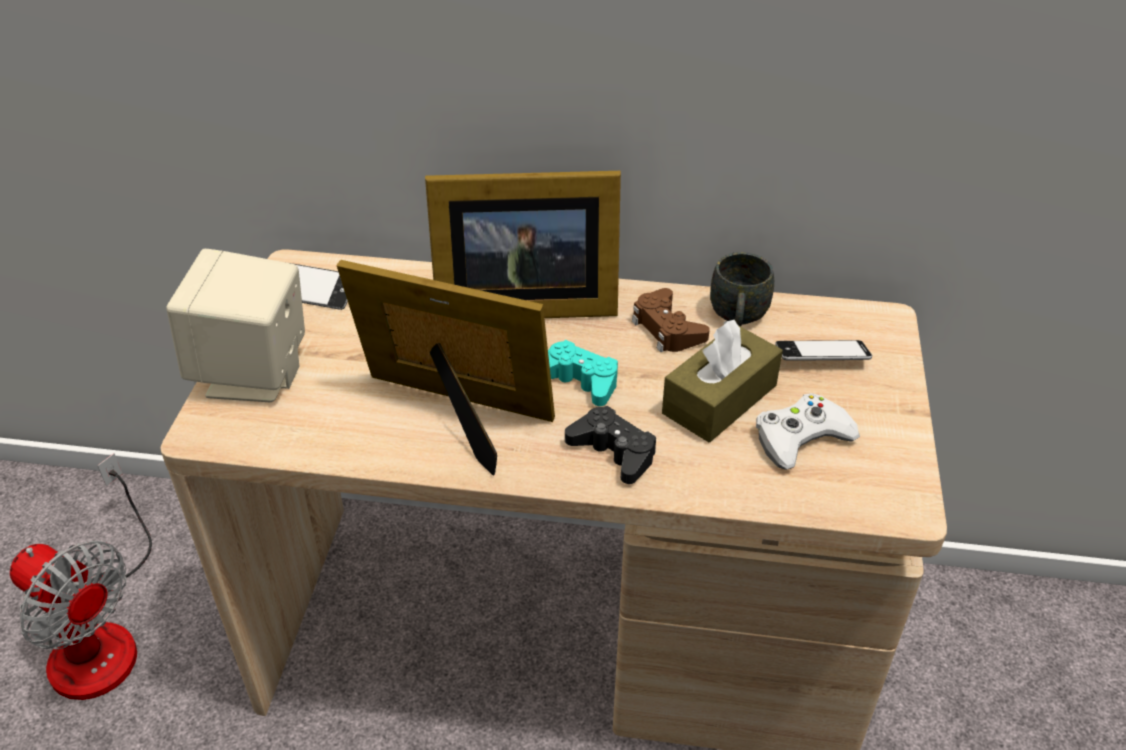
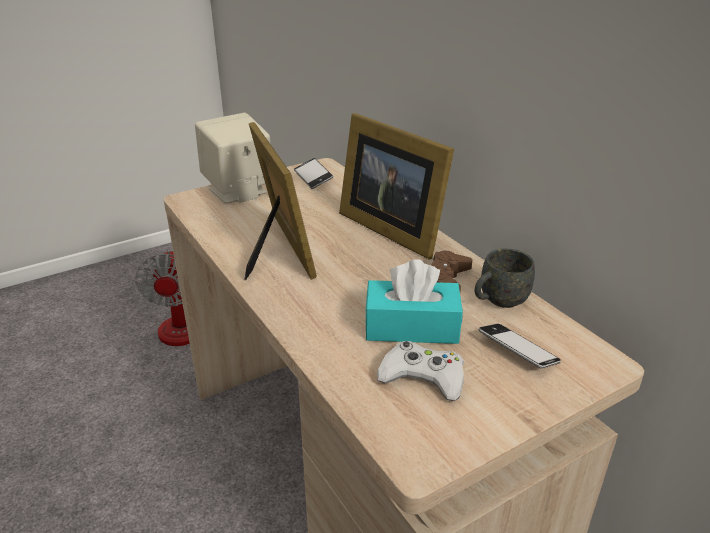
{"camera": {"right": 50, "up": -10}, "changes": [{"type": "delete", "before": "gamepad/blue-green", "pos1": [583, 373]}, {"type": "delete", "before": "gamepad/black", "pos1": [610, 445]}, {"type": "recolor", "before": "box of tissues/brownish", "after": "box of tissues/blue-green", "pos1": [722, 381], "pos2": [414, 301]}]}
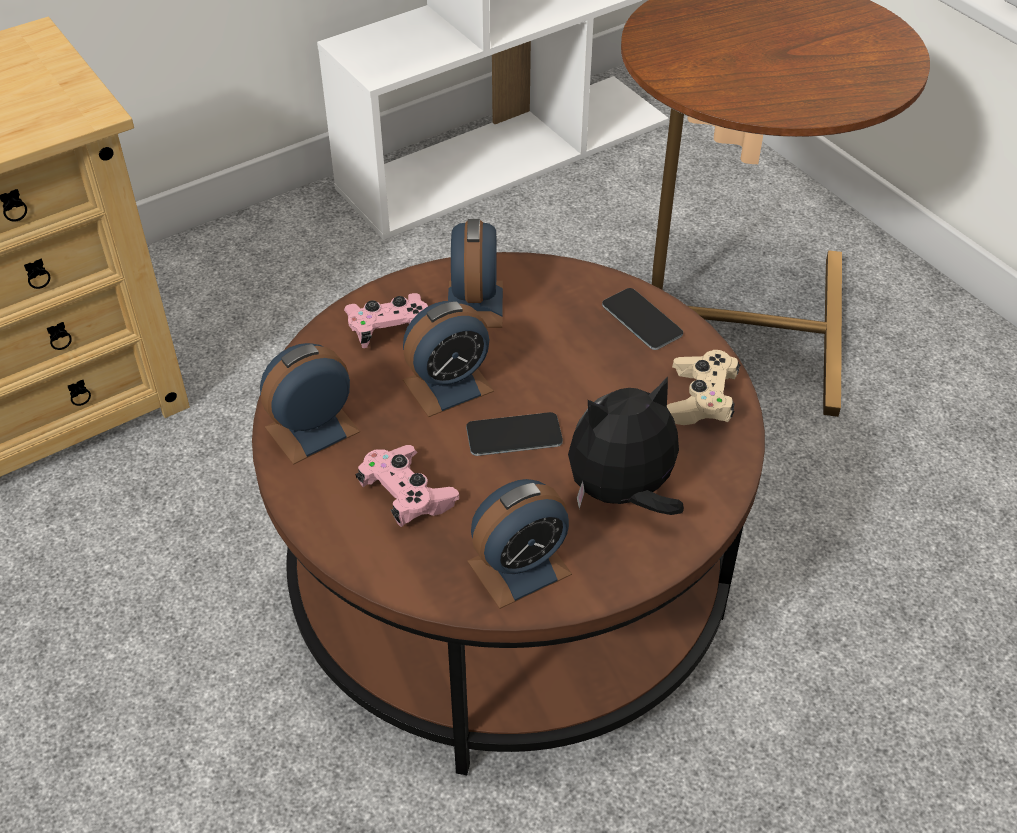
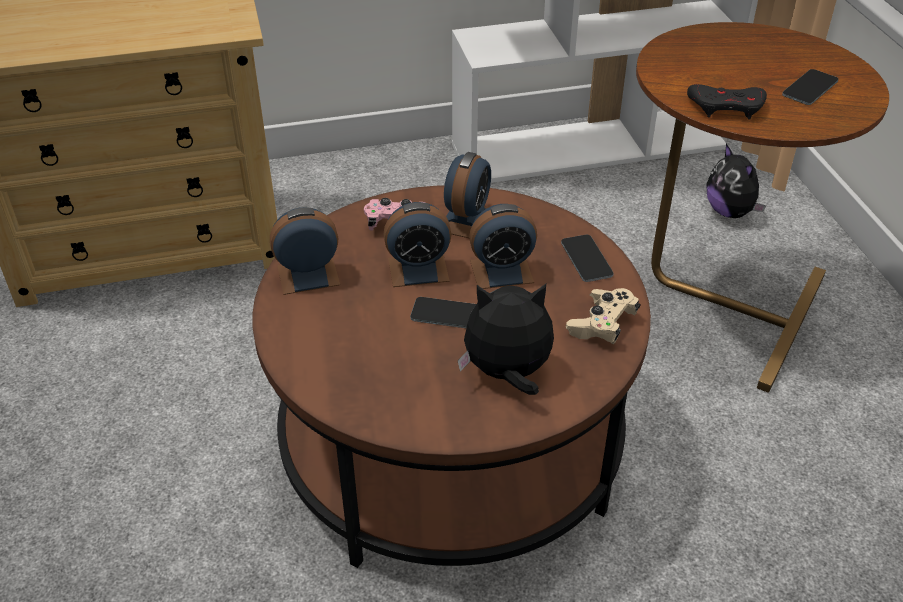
{"camera": {"right": 20, "up": -5}, "changes": [{"type": "delete", "before": "gamepad/pinkish", "pos1": [407, 486]}, {"type": "move", "before": "alarm clock", "pos1": [519, 544], "pos2": [503, 246]}, {"type": "insert", "after": "gamepad/black", "pos2": [727, 102]}, {"type": "insert", "after": "cuddly toy", "pos2": [736, 181]}, {"type": "insert", "after": "phone", "pos2": [810, 87]}]}
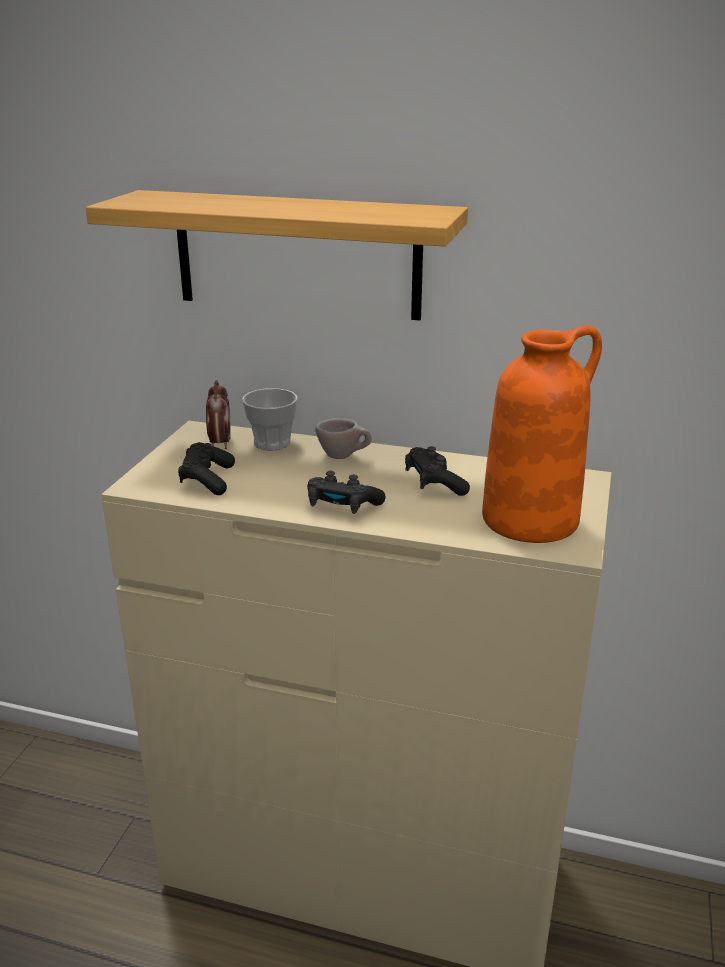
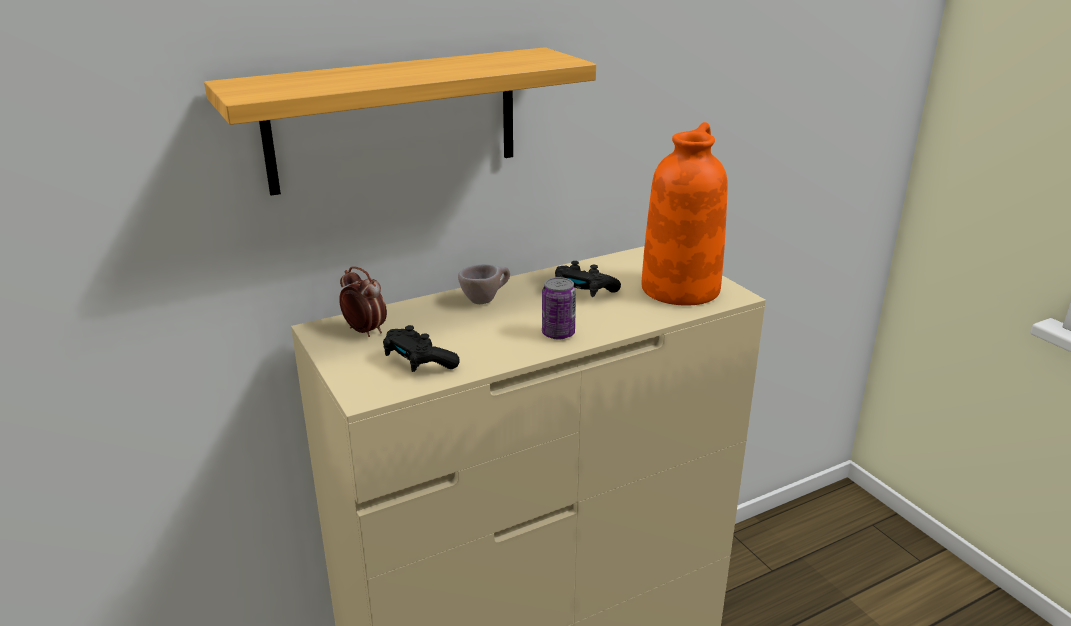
{"camera": {"right": -45, "up": 0}, "changes": [{"type": "delete", "before": "drinking cup", "pos1": [269, 419]}, {"type": "replace", "before": "gamepad/black", "after": "can", "pos1": [346, 492], "pos2": [559, 308]}]}
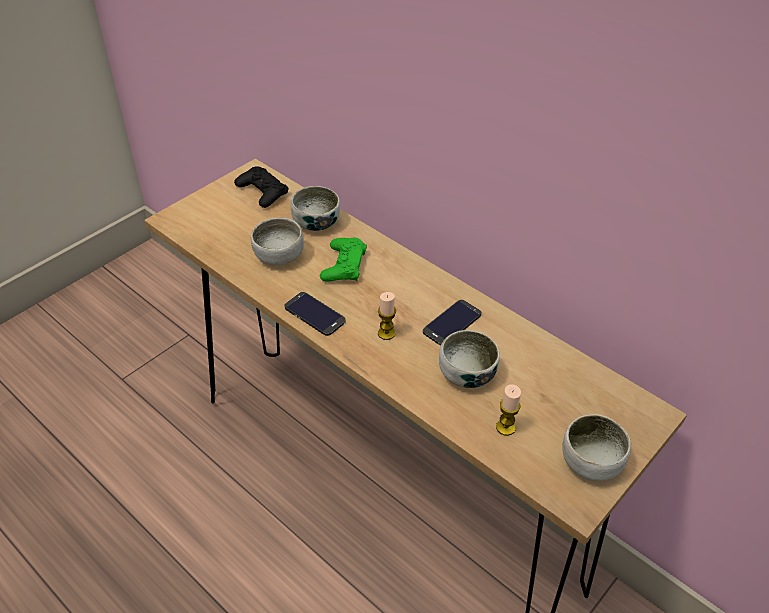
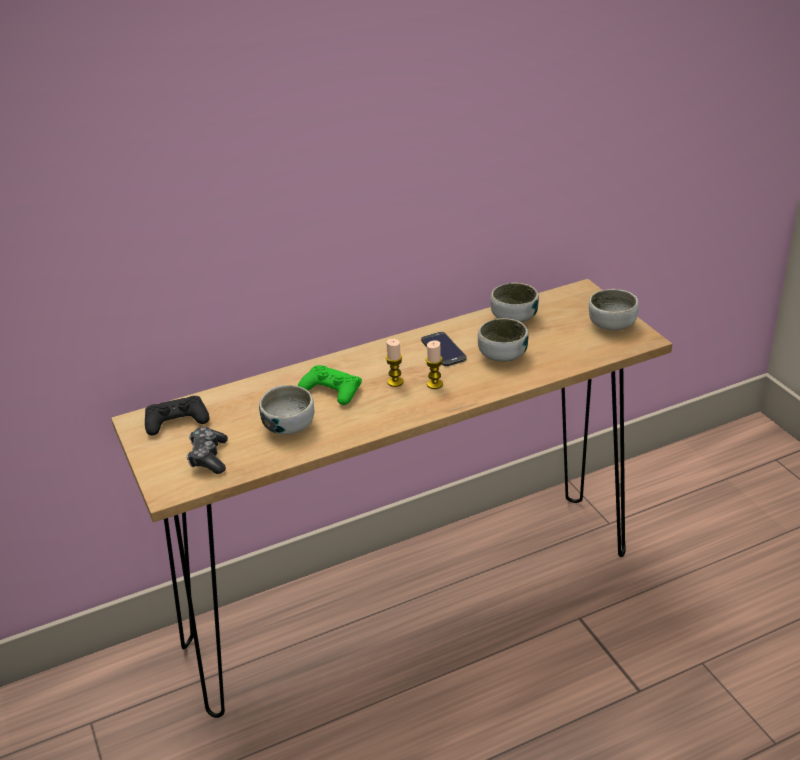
{"camera": {"right": -65, "up": -10}, "changes": [{"type": "delete", "before": "phone", "pos1": [315, 314]}, {"type": "move", "before": "serving bowl", "pos1": [315, 208], "pos2": [514, 302]}, {"type": "move", "before": "wax light", "pos1": [508, 410], "pos2": [395, 363]}, {"type": "insert", "after": "gamepad", "pos2": [207, 450]}]}
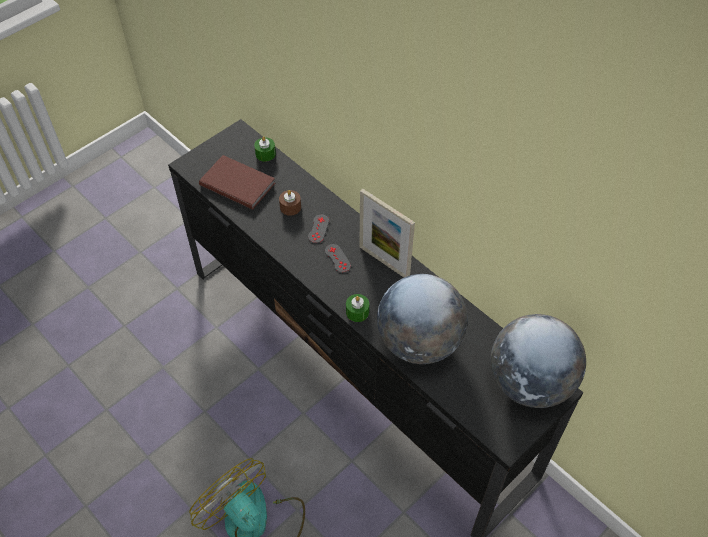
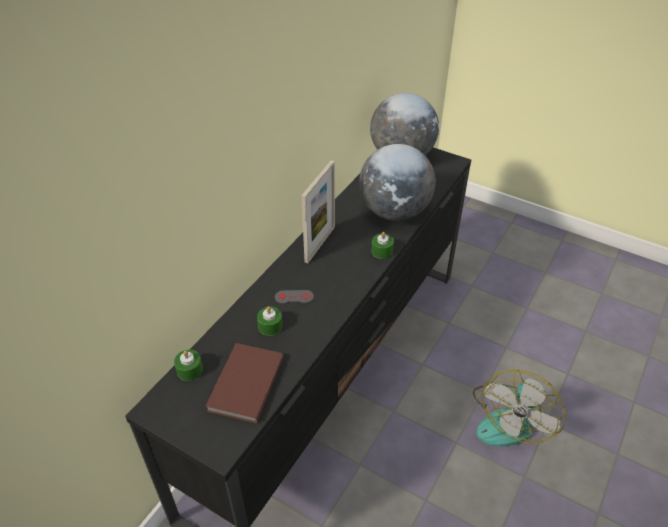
{"camera": {"right": -105, "up": -10}, "changes": [{"type": "recolor", "before": "wax light/brownish", "after": "wax light/green", "pos1": [290, 203], "pos2": [270, 321]}, {"type": "delete", "before": "gamepad/gray", "pos1": [338, 258]}]}
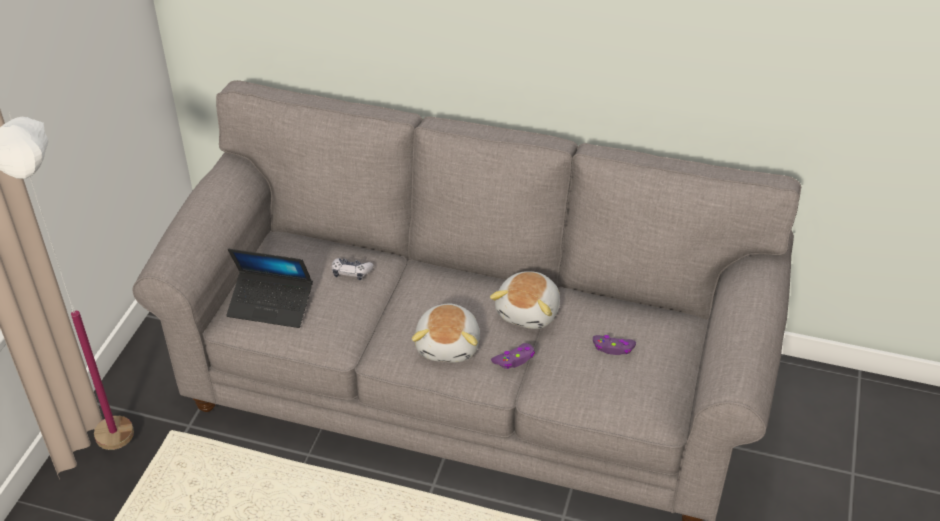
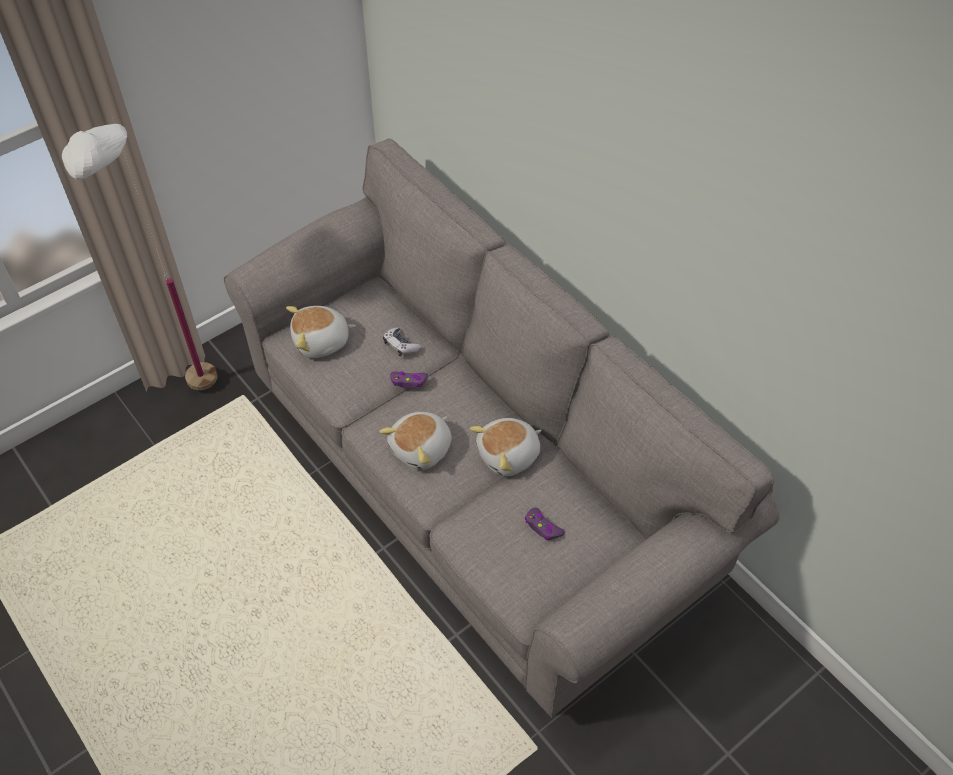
{"camera": {"right": 35, "up": 10}, "changes": [{"type": "replace", "before": "notebook computer", "after": "cuddly toy", "pos1": [269, 288], "pos2": [321, 332]}, {"type": "move", "before": "gamepad/purplish", "pos1": [513, 356], "pos2": [409, 379]}]}
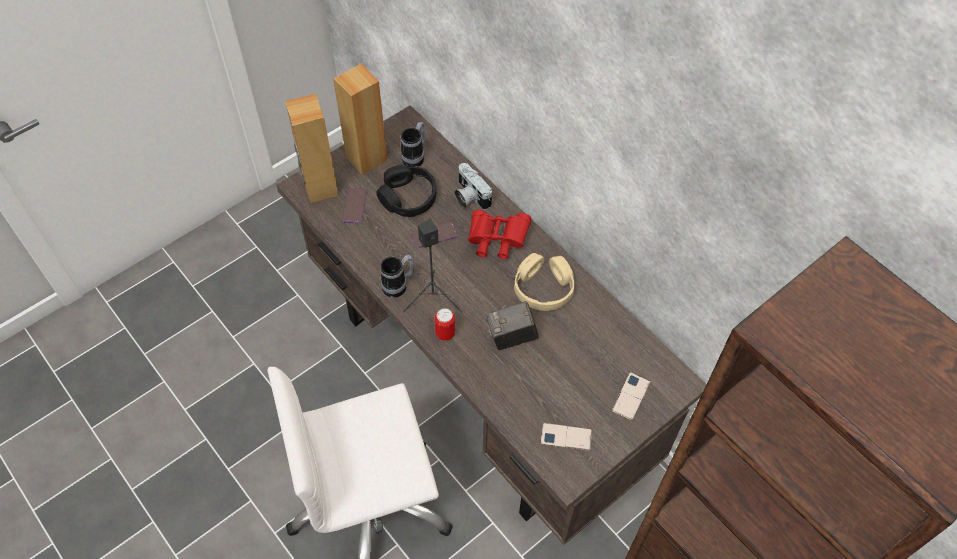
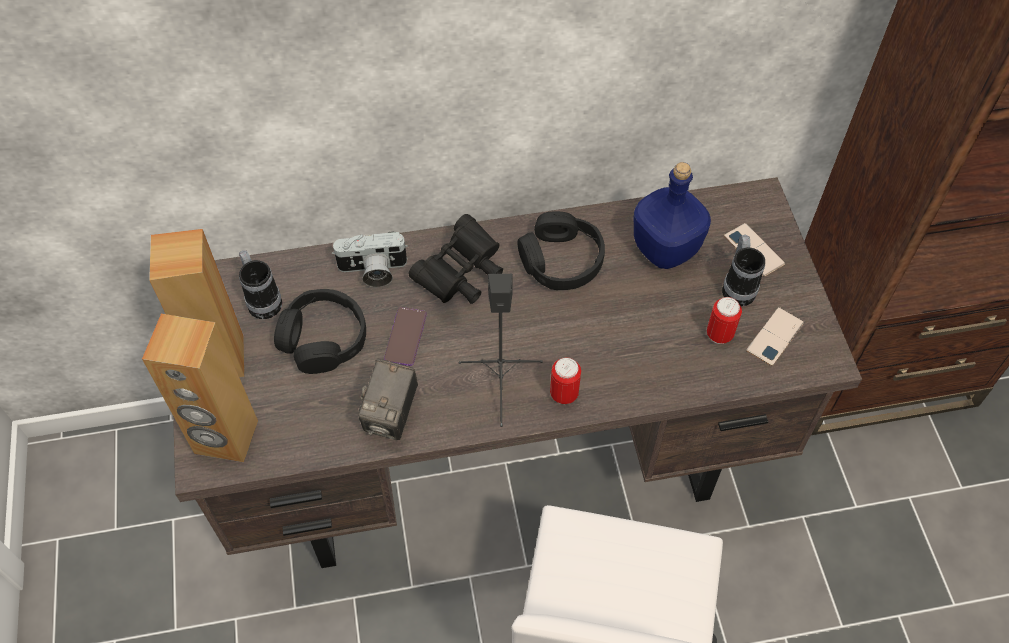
{"camera": {"right": -60, "up": 0}, "changes": [{"type": "delete", "before": "phone", "pos1": [354, 205]}, {"type": "move", "before": "mug", "pos1": [396, 276], "pos2": [743, 270]}, {"type": "recolor", "before": "pair of binoculars/red", "after": "pair of binoculars/black", "pos1": [499, 234], "pos2": [456, 259]}, {"type": "move", "before": "still camera", "pos1": [512, 325], "pos2": [388, 399]}, {"type": "recolor", "before": "headset/beige", "after": "headset/black", "pos1": [544, 282], "pos2": [561, 251]}, {"type": "insert", "after": "bottle/bluish", "pos2": [672, 215]}, {"type": "insert", "after": "can", "pos2": [724, 320]}]}
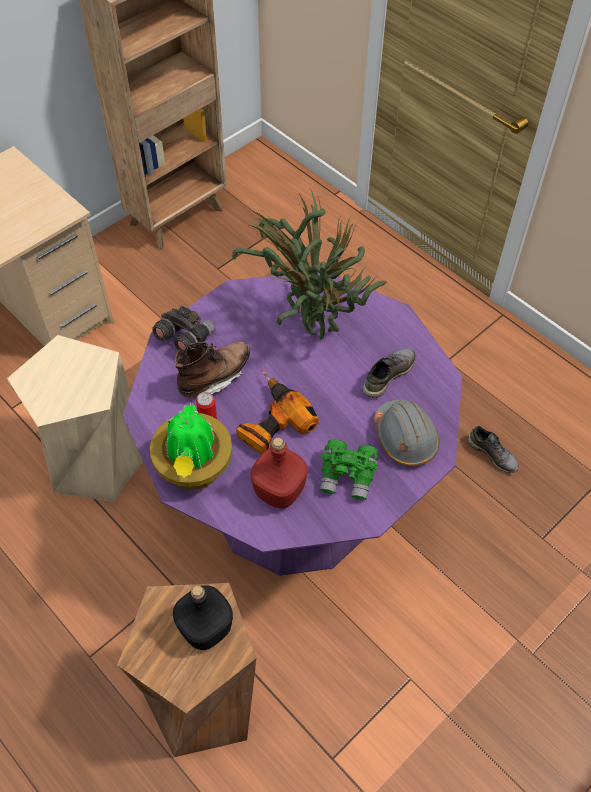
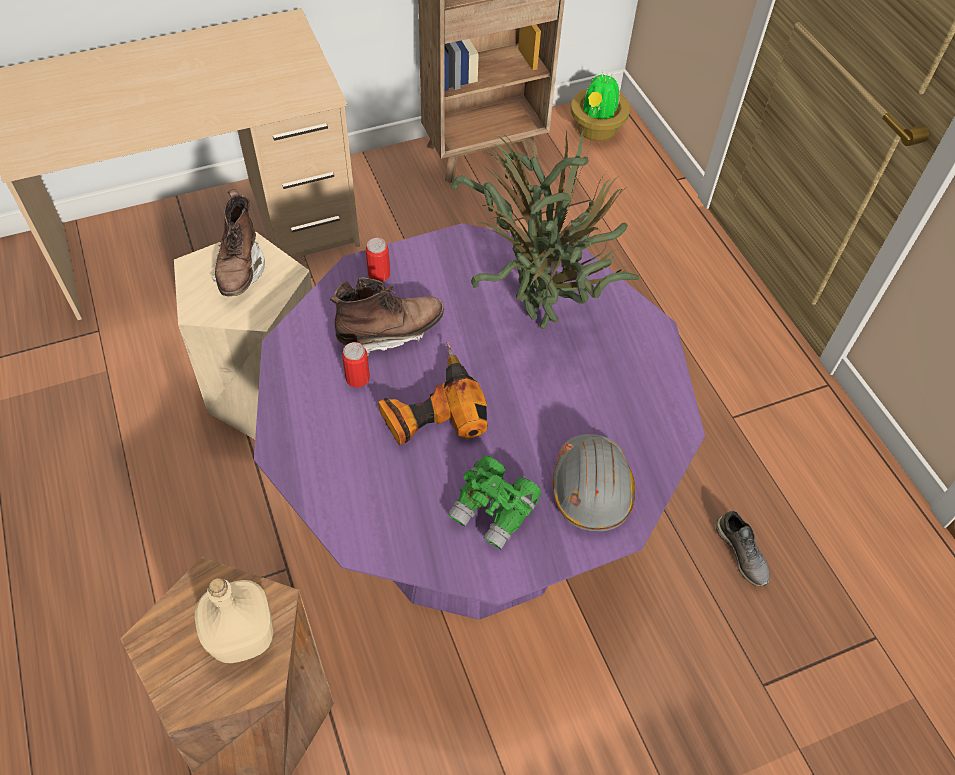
{"camera": {"right": 20, "up": 0}, "changes": [{"type": "move", "before": "houseplant", "pos1": [191, 446], "pos2": [600, 106]}, {"type": "replace", "before": "pair of binoculars/gray", "after": "can", "pos1": [183, 330], "pos2": [378, 260]}, {"type": "recolor", "before": "bottle/black", "after": "bottle/beige", "pos1": [203, 617], "pos2": [234, 620]}, {"type": "delete", "before": "bottle/red", "pos1": [279, 473]}, {"type": "delete", "before": "shoe/gray", "pos1": [389, 373]}, {"type": "insert", "after": "high-top boot/brownish", "pos2": [238, 242]}]}
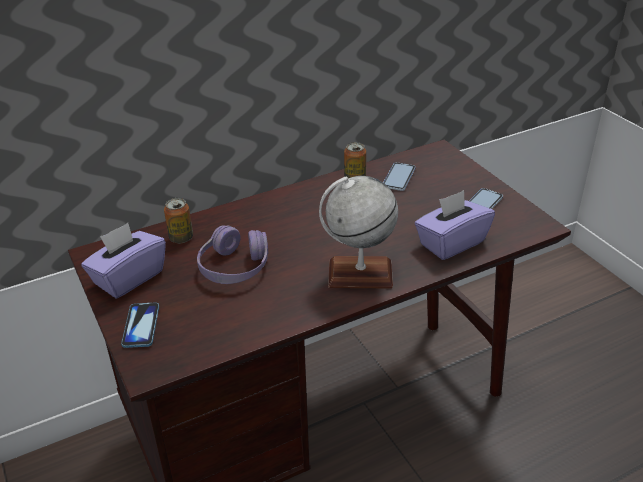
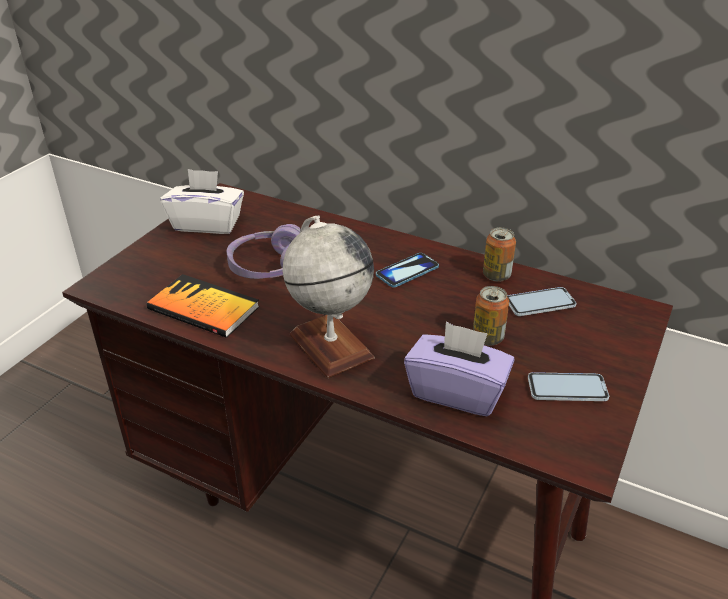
{"camera": {"right": 55, "up": 0}, "changes": [{"type": "recolor", "before": "box of tissues/purplish", "after": "box of tissues/whitish", "pos1": [123, 261], "pos2": [202, 201]}, {"type": "move", "before": "phone", "pos1": [140, 325], "pos2": [407, 270]}, {"type": "move", "before": "can", "pos1": [178, 220], "pos2": [491, 316]}, {"type": "insert", "after": "volume", "pos2": [203, 306]}]}
